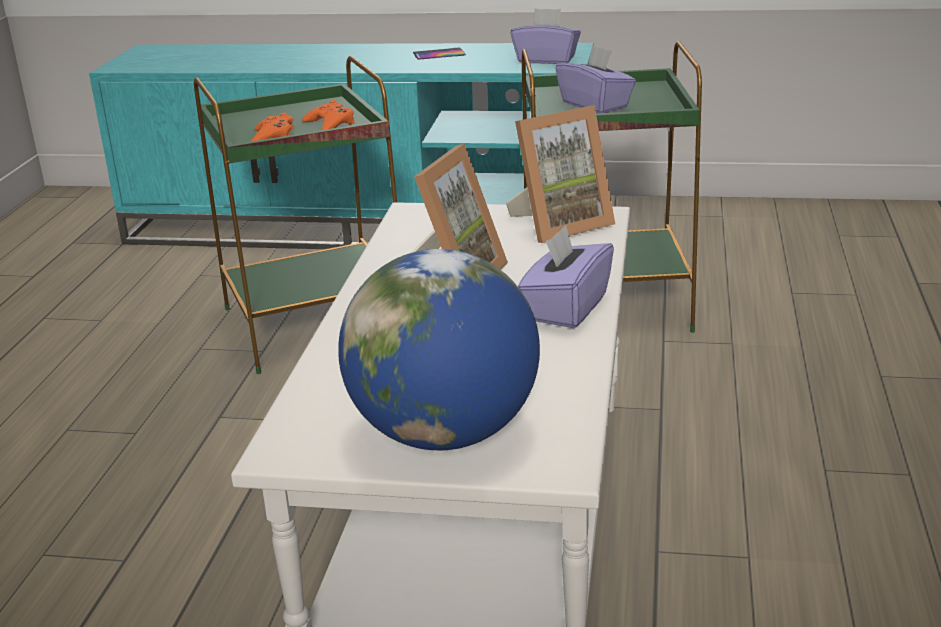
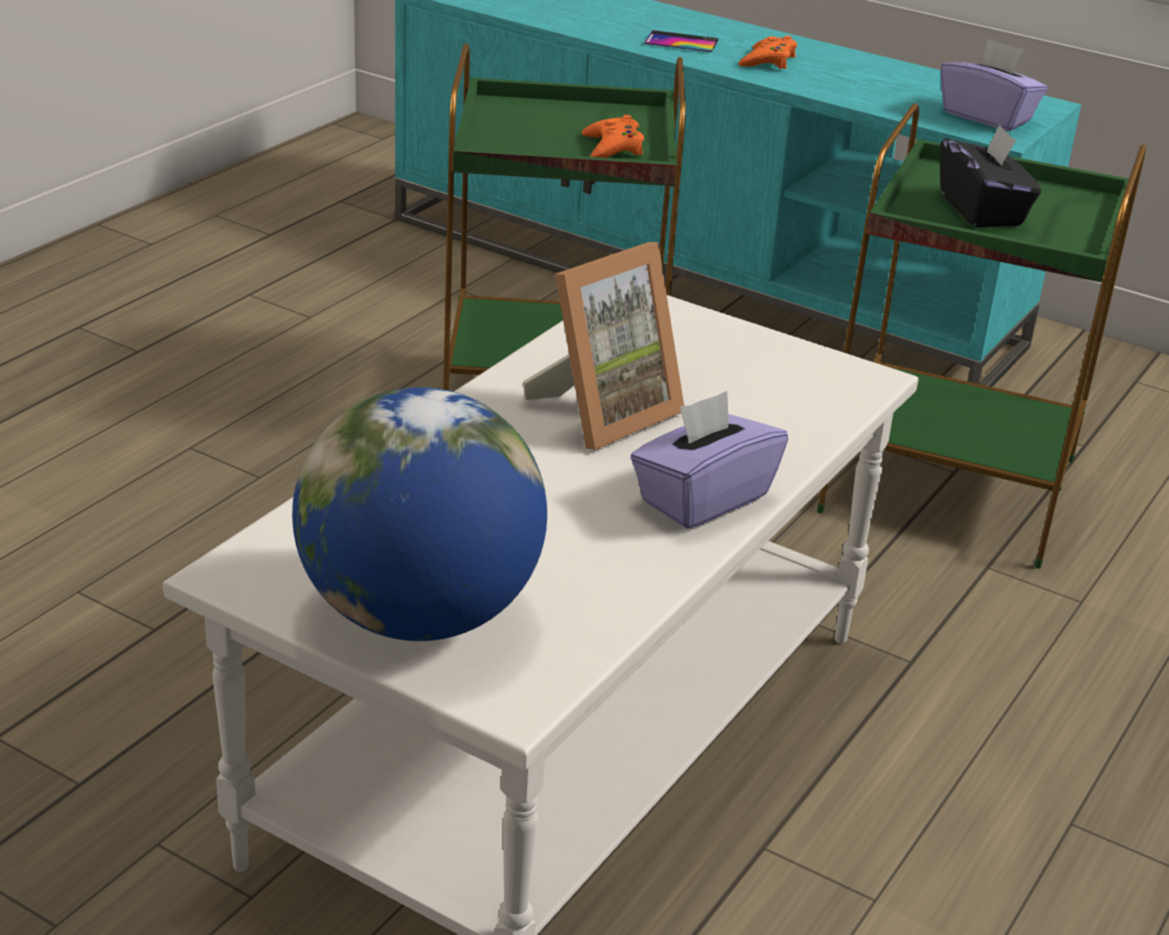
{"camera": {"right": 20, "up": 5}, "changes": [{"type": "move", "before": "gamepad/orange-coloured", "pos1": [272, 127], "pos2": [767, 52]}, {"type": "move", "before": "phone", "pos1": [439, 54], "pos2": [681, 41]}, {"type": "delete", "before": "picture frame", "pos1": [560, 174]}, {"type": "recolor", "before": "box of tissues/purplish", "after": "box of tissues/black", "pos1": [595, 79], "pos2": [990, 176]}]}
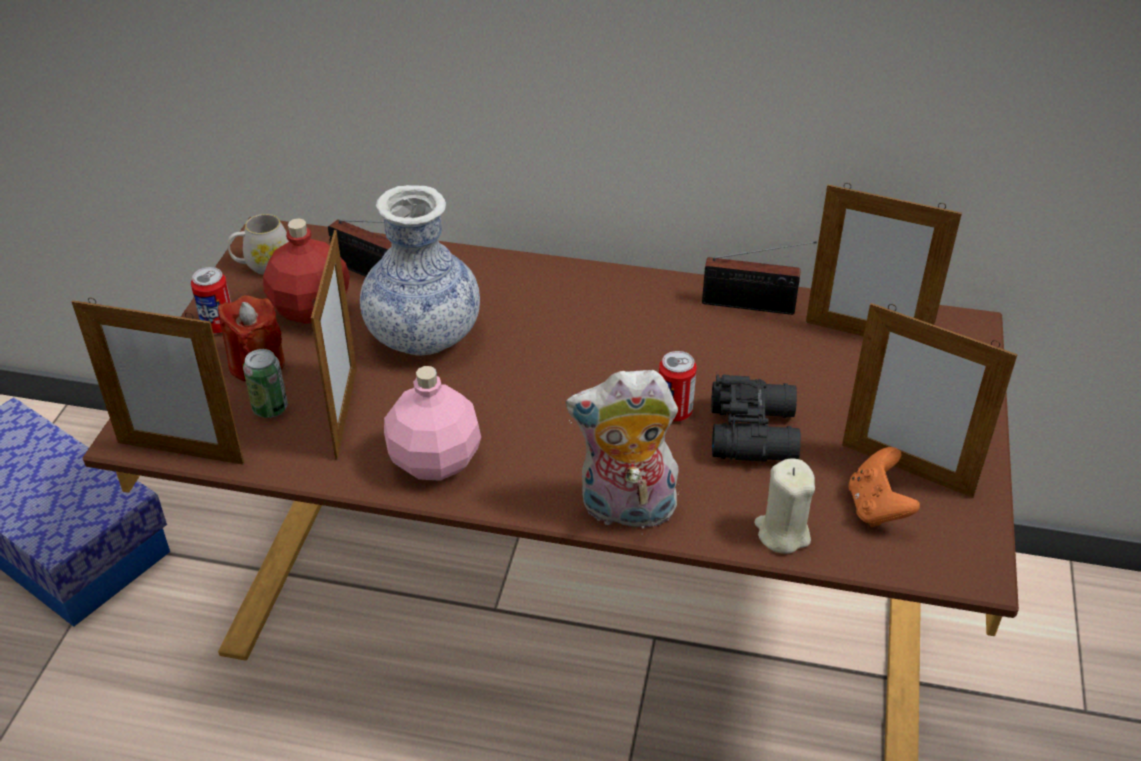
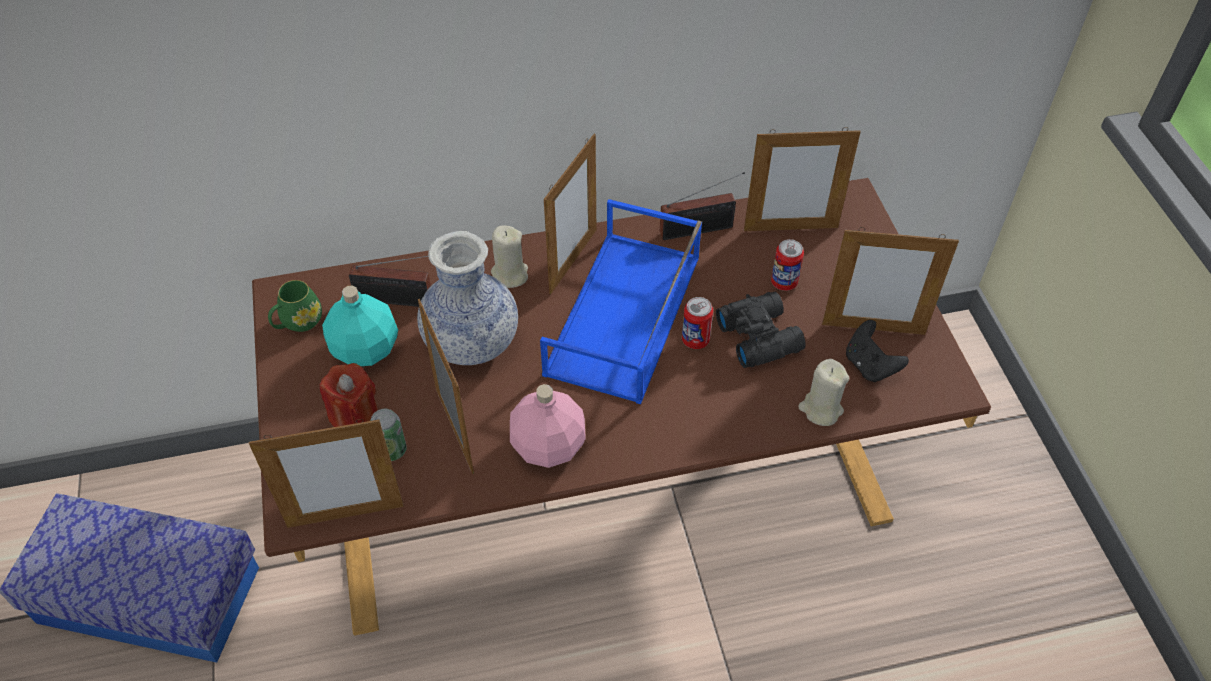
{"camera": {"right": -25, "up": 10}, "changes": [{"type": "move", "before": "can", "pos1": [211, 300], "pos2": [787, 265]}, {"type": "recolor", "before": "mug/whitish", "after": "mug/green", "pos1": [258, 244], "pos2": [295, 306]}, {"type": "recolor", "before": "bottle/red", "after": "bottle/blue-green", "pos1": [306, 271], "pos2": [360, 326]}, {"type": "delete", "before": "cuddly toy", "pos1": [624, 450]}, {"type": "recolor", "before": "gamepad/orange-coloured", "after": "gamepad/black", "pos1": [884, 487], "pos2": [877, 351]}, {"type": "insert", "after": "wax light/beige", "pos2": [509, 257]}, {"type": "insert", "after": "carrying tray/bluish", "pos2": [621, 301]}, {"type": "insert", "after": "picture frame", "pos2": [570, 214]}]}
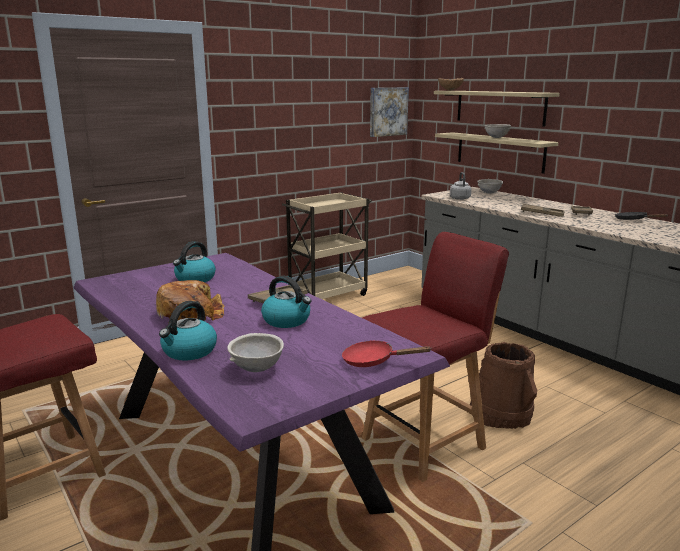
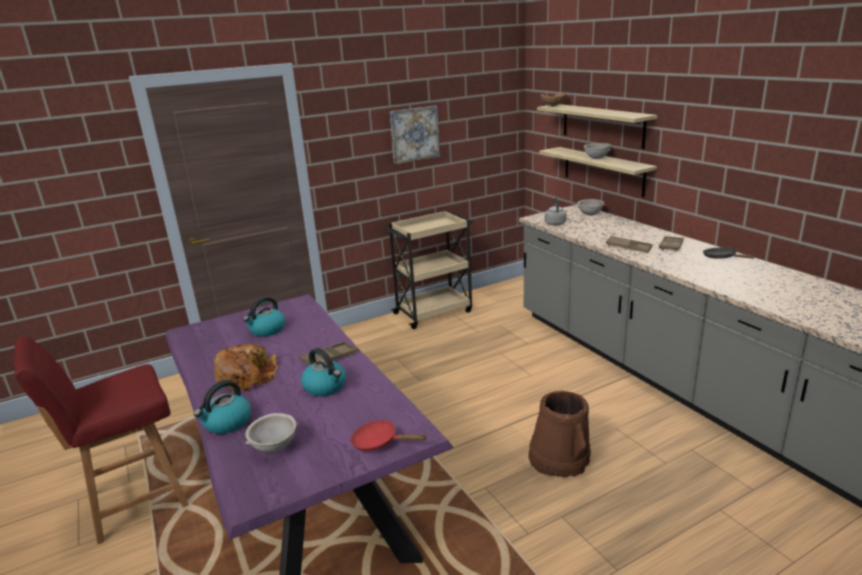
{"camera": {"right": 10, "up": 5}, "changes": [{"type": "delete", "before": "plain chair/red", "pos1": [435, 357]}, {"type": "move", "before": "wall art", "pos1": [389, 112], "pos2": [415, 135]}]}
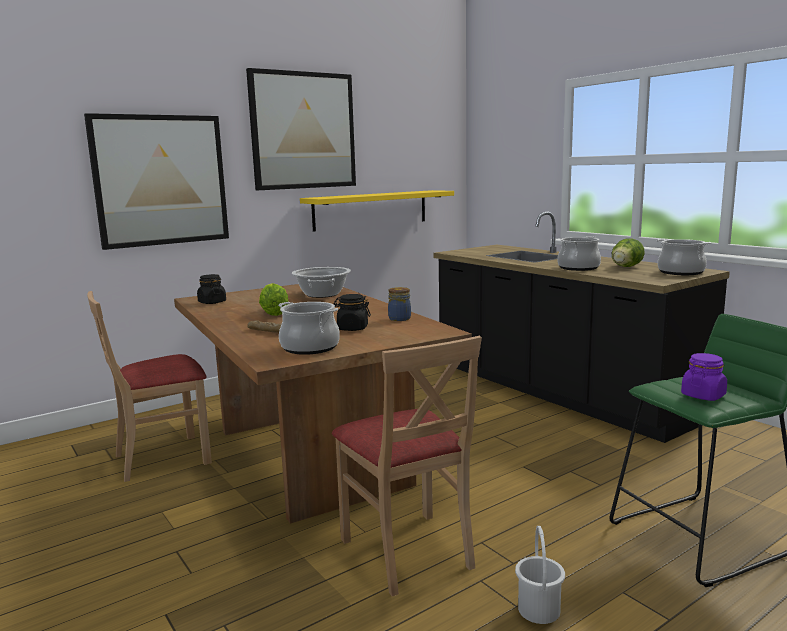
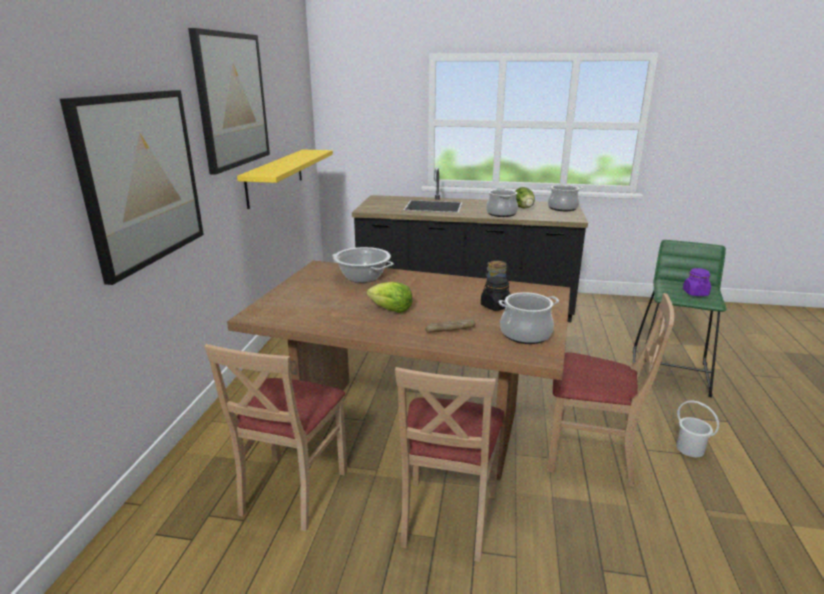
{"camera": {"right": -45, "up": 10}, "changes": [{"type": "delete", "before": "storage jar/black", "pos1": [211, 289]}, {"type": "insert", "after": "plain chair/beige", "pos2": [449, 464]}]}
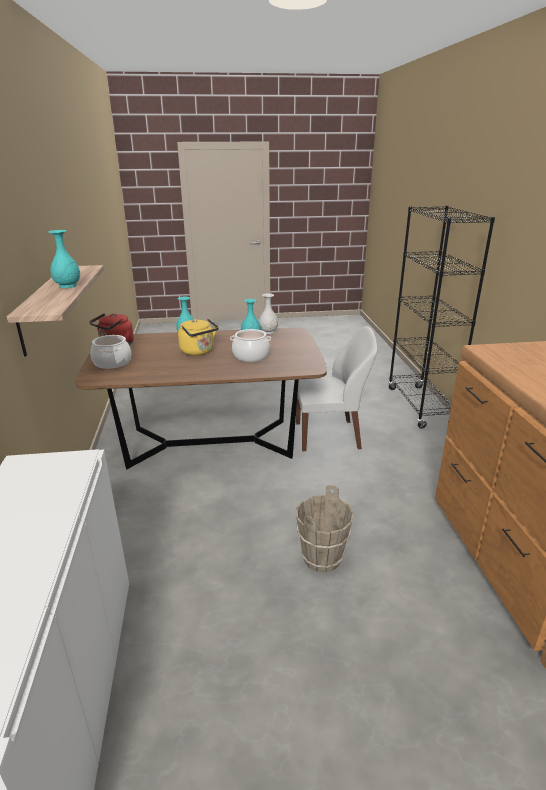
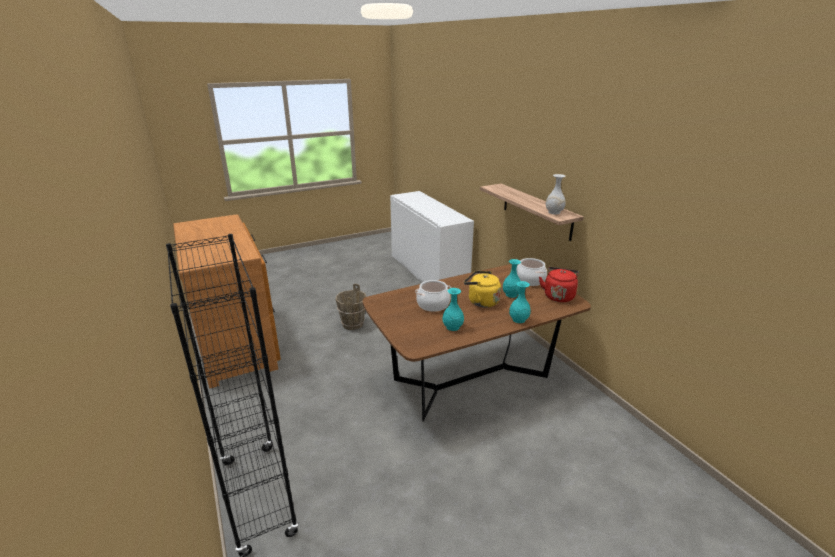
{"camera": {"right": 160, "up": 0}, "changes": [{"type": "move", "before": "flower vase/blue-green", "pos1": [64, 259], "pos2": [512, 278]}, {"type": "move", "before": "flower vase/whitish", "pos1": [268, 313], "pos2": [556, 194]}, {"type": "delete", "before": "plain chair/whitish", "pos1": [337, 388]}]}
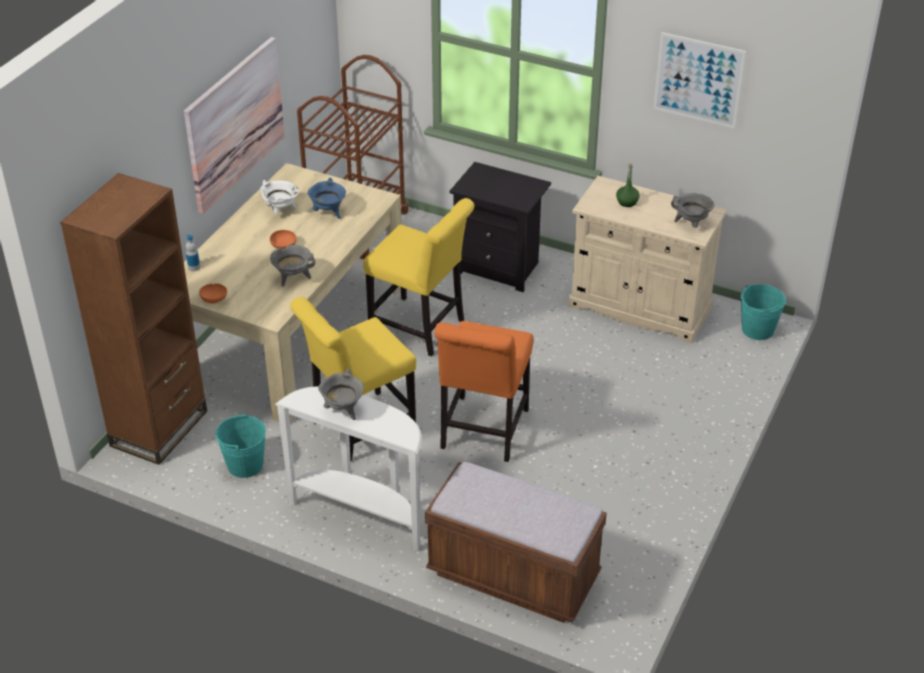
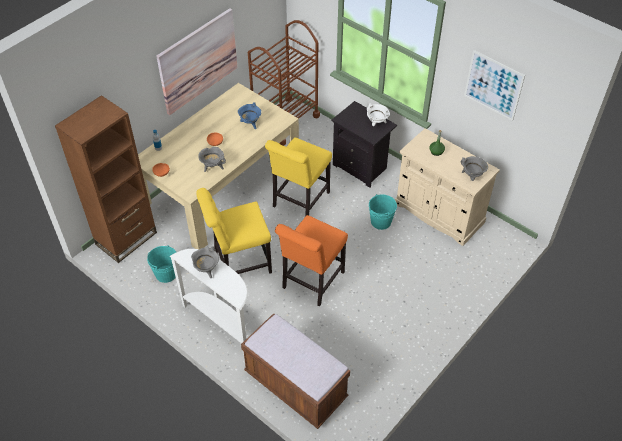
{"camera": {"right": 15, "up": 10}, "changes": [{"type": "move", "before": "saucepot/whitish", "pos1": [279, 197], "pos2": [378, 114]}, {"type": "rotate", "before": "plain chair/yellow", "pos1": [418, 277], "pos2": [298, 177], "turn": 75}, {"type": "move", "before": "water bucket/blue-green", "pos1": [763, 312], "pos2": [383, 212]}]}
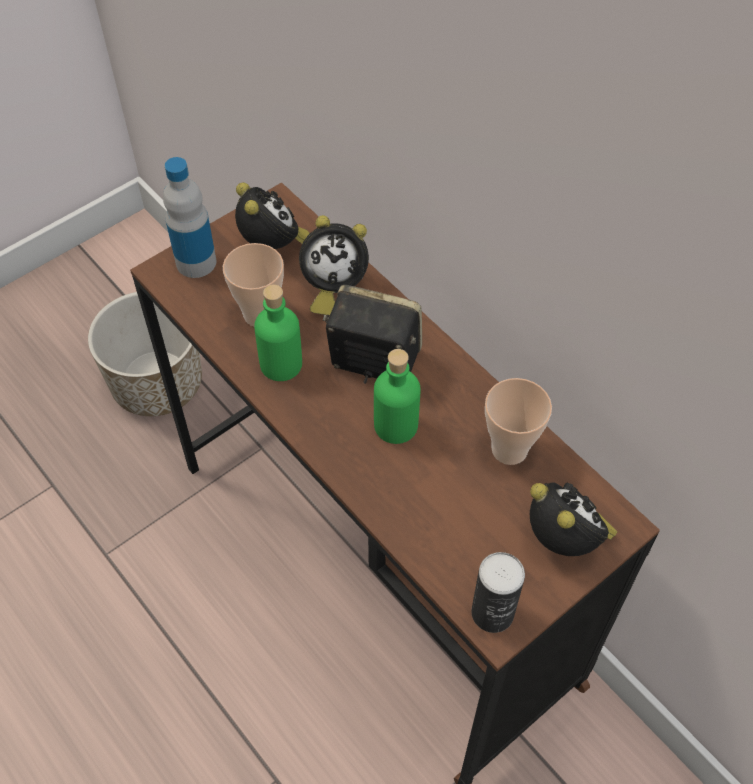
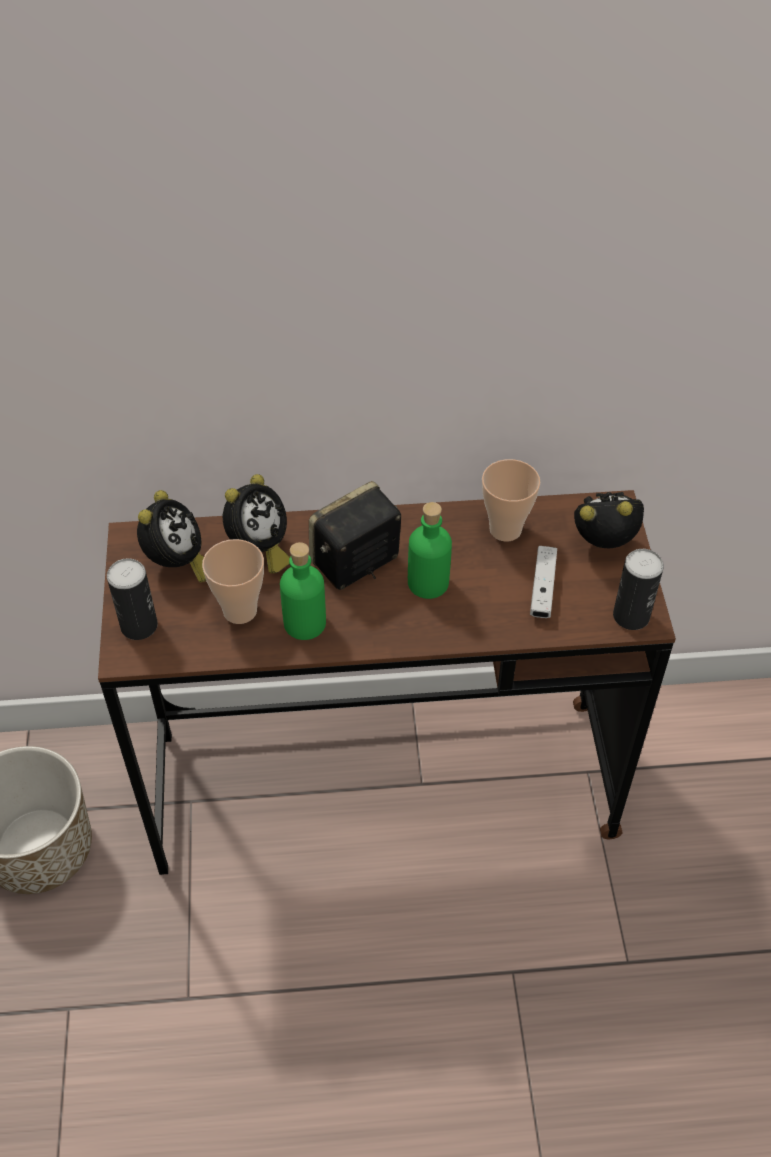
{"camera": {"right": -55, "up": -5}, "changes": [{"type": "replace", "before": "bottle", "after": "can", "pos1": [189, 217], "pos2": [132, 599]}, {"type": "rotate", "before": "alarm clock", "pos1": [272, 215], "pos2": [171, 536], "turn": 90}, {"type": "insert", "after": "gamepad/whitish", "pos2": [543, 582]}]}
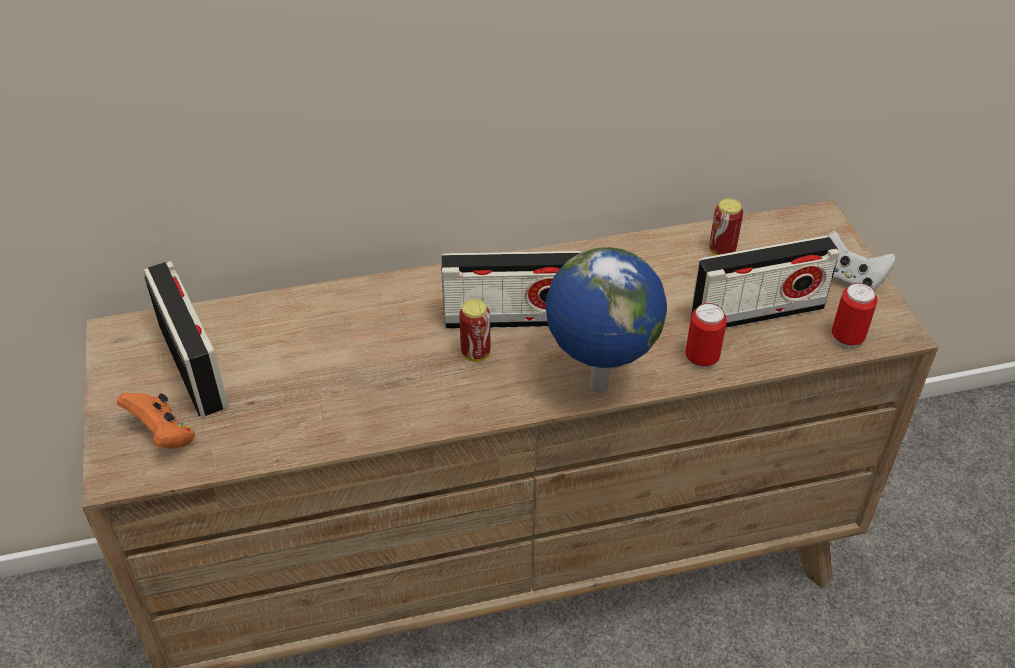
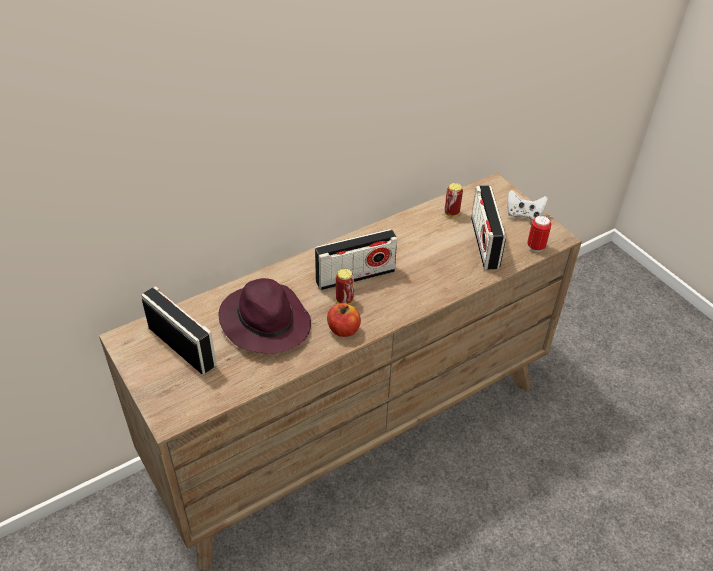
{"camera": {"right": -20, "up": 0}, "changes": [{"type": "delete", "before": "gamepad/orange-coloured", "pos1": [156, 421]}, {"type": "delete", "before": "desk globe", "pos1": [606, 320]}, {"type": "delete", "before": "can", "pos1": [706, 336]}, {"type": "rotate", "before": "radio receiver", "pos1": [765, 281], "pos2": [488, 227], "turn": 120}, {"type": "insert", "after": "wearable hat/purplish", "pos2": [264, 316]}, {"type": "insert", "after": "apple fruit", "pos2": [344, 320]}]}
